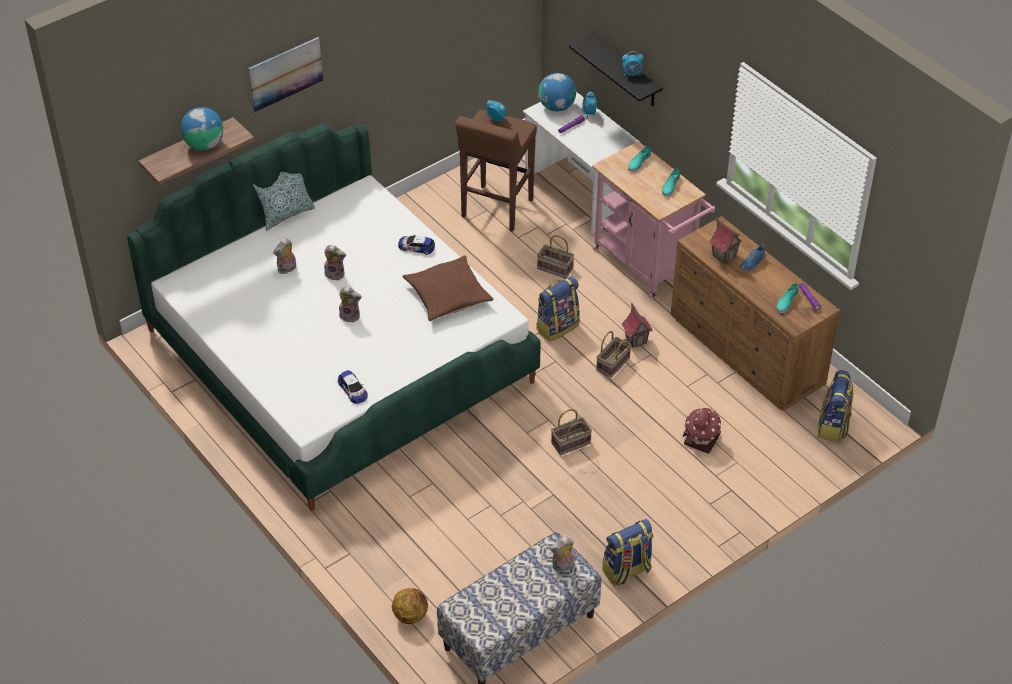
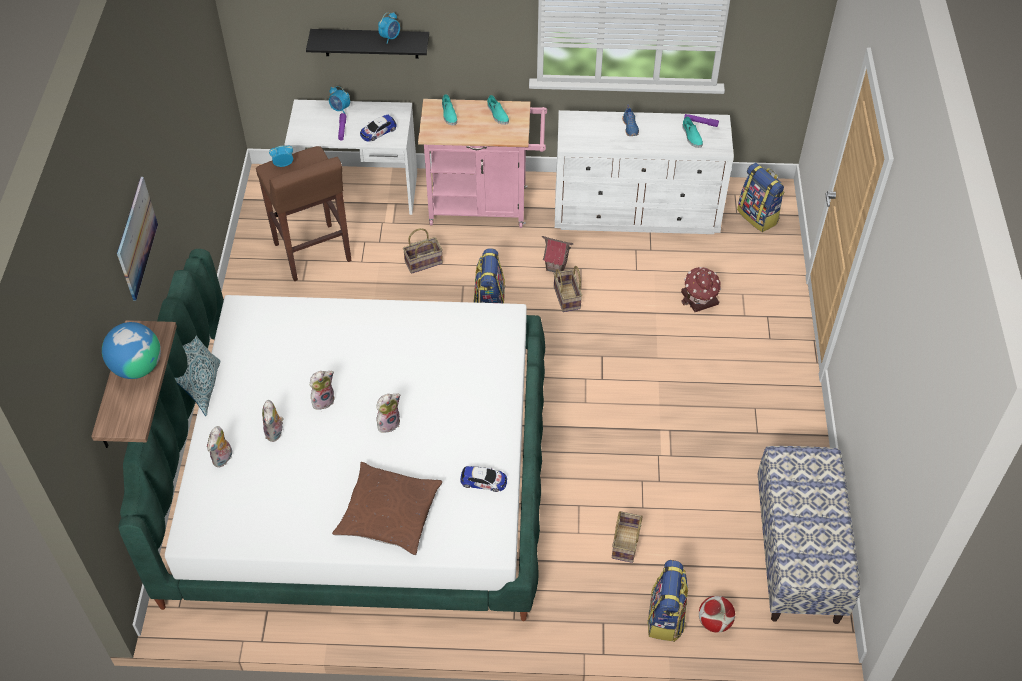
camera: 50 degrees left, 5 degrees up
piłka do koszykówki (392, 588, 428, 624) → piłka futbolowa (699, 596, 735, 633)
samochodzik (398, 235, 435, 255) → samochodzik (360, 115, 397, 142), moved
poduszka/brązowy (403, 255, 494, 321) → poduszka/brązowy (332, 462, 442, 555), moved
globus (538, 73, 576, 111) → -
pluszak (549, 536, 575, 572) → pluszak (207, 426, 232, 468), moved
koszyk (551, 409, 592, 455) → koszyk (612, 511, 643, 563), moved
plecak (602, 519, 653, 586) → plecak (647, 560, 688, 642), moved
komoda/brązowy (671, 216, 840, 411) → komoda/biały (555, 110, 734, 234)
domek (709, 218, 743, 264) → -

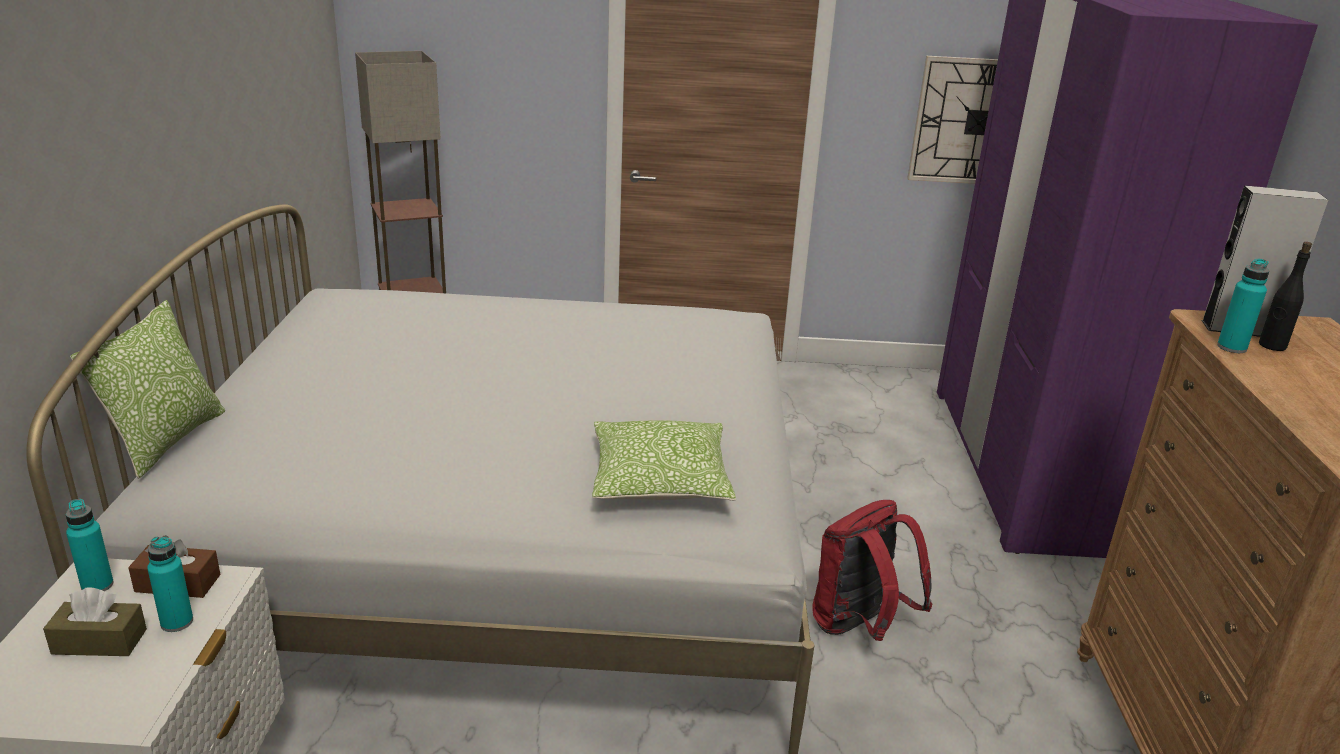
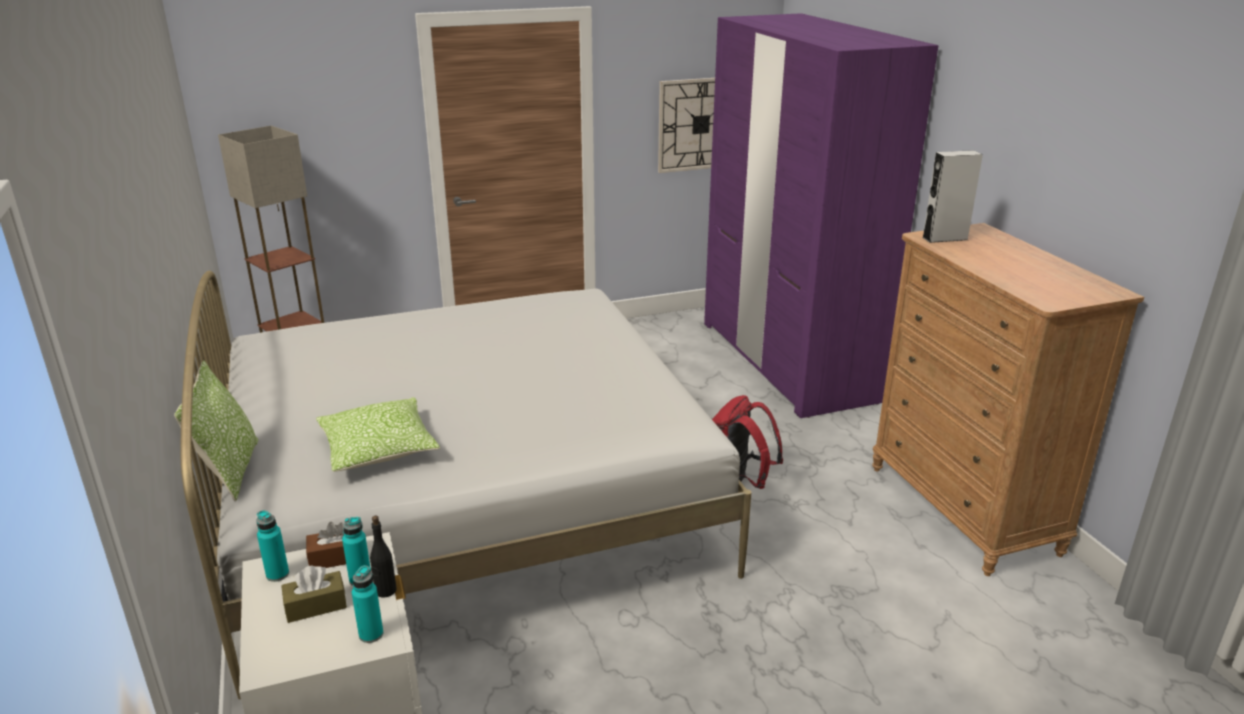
camera: 20 degrees left, 0 degrees up
poduszka (592, 420, 736, 501) → poduszka (316, 397, 440, 472), moved
butelka/turkusowy (1217, 259, 1269, 353) → butelka/turkusowy (352, 565, 383, 643), moved
butelka/czarny (1259, 242, 1312, 351) → butelka/czarny (370, 516, 397, 598), moved

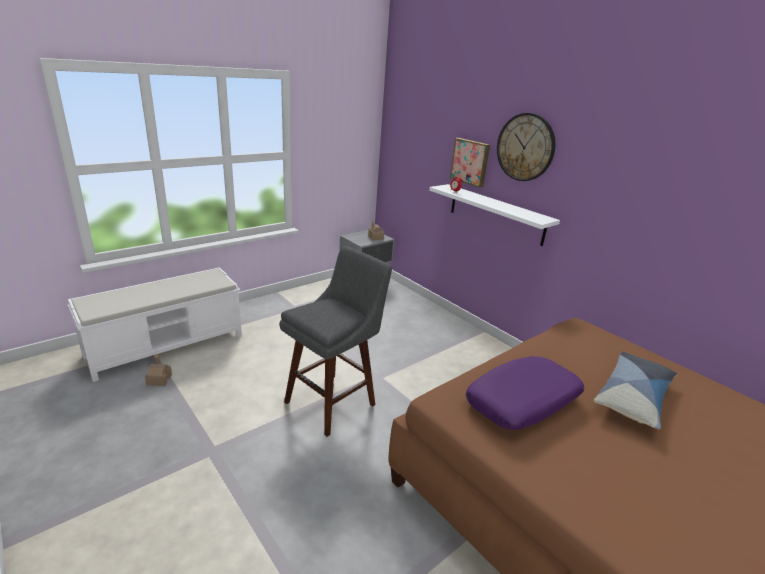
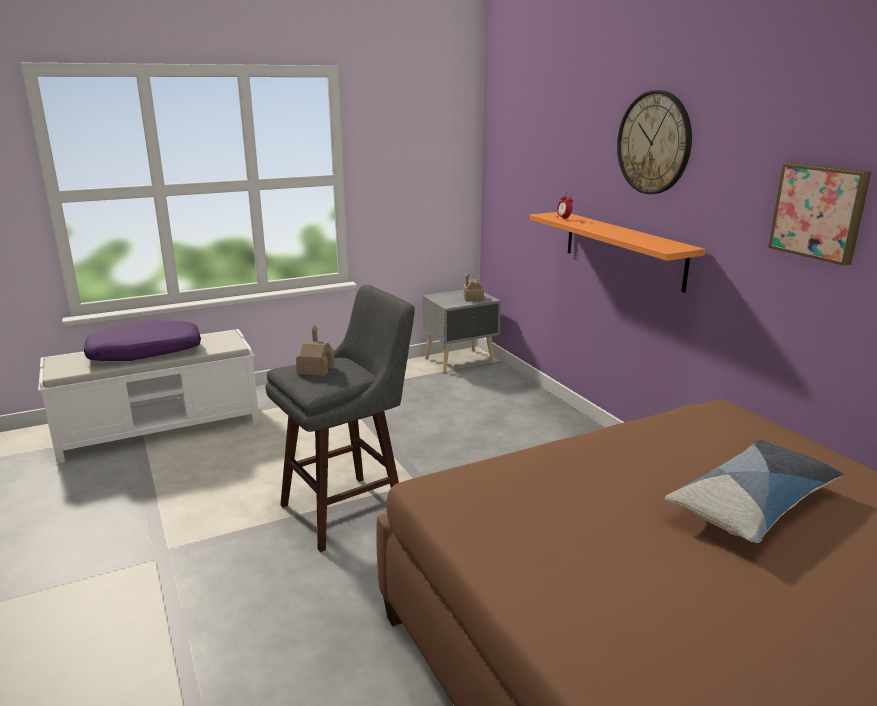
camera: 15 degrees right, 5 degrees down
domek (145, 354, 172, 386) → domek (296, 325, 335, 376), moved
półka/biały (429, 184, 560, 246) → półka/pomarańczowy (530, 212, 705, 293)
obraz (450, 138, 490, 187) → obraz (768, 163, 871, 266), moved
poduszka/fioletowy (466, 356, 584, 430) → poduszka/fioletowy (84, 320, 201, 361), moved

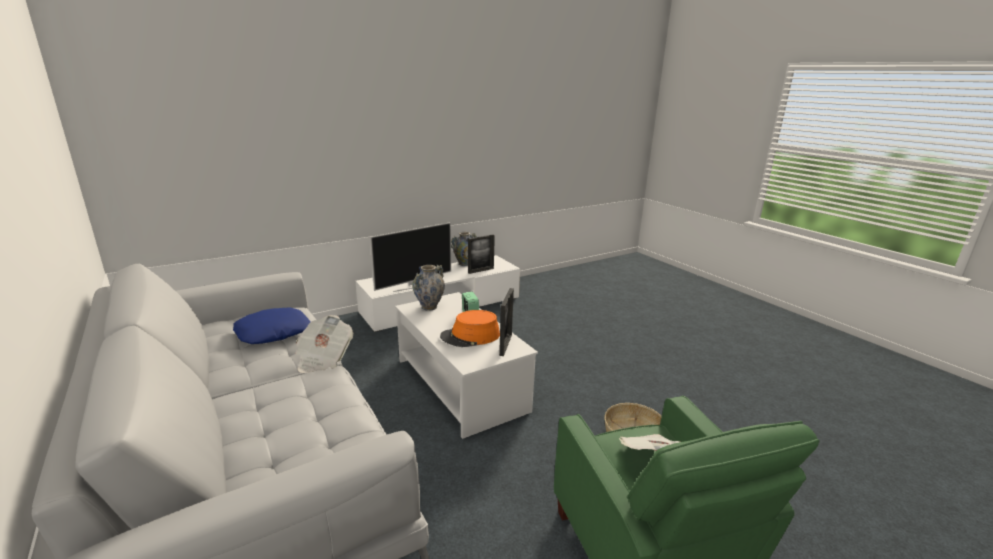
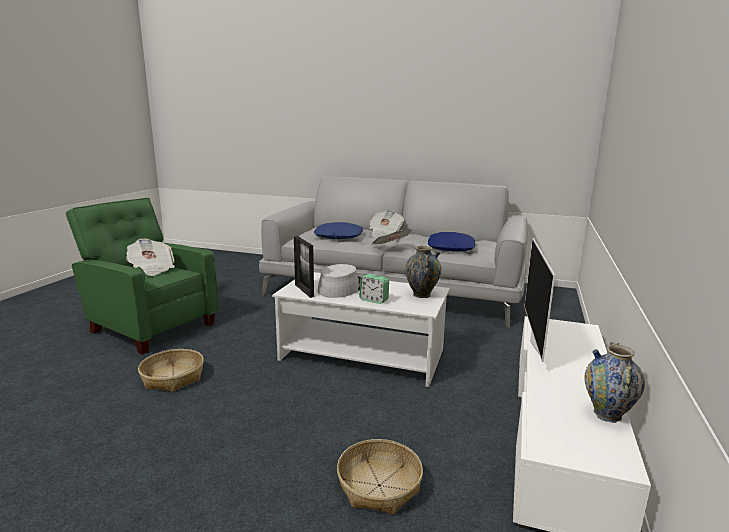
camera: 140 degrees right, 5 degrees down
kapelusz/pomarańczowy (440, 310, 500, 347) → kapelusz/szary (318, 264, 361, 298)
ramka na zdjęcie (468, 235, 495, 274) → -
- → poduszka/niebieski (314, 222, 363, 239)
- → koszyk (337, 439, 423, 515)
- → gazeta (369, 210, 404, 237)

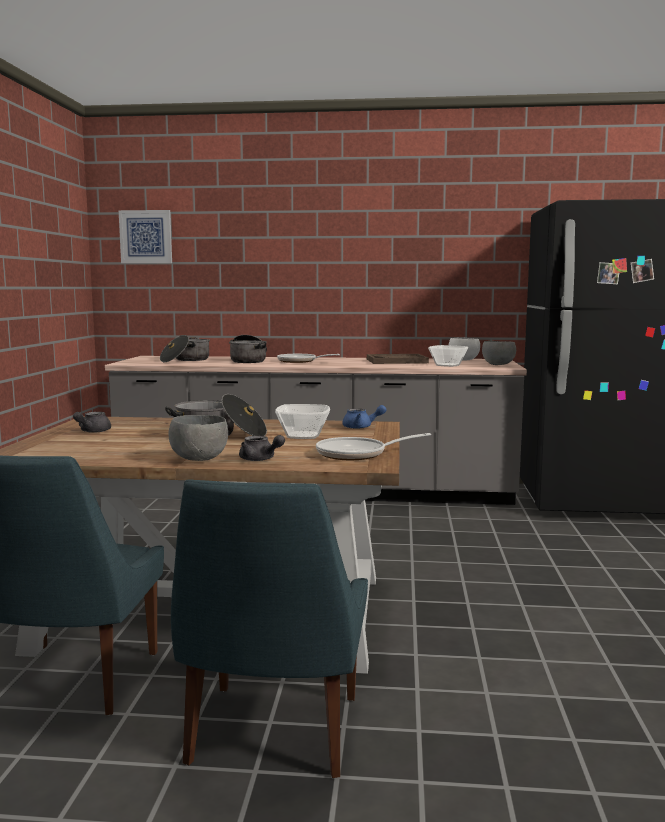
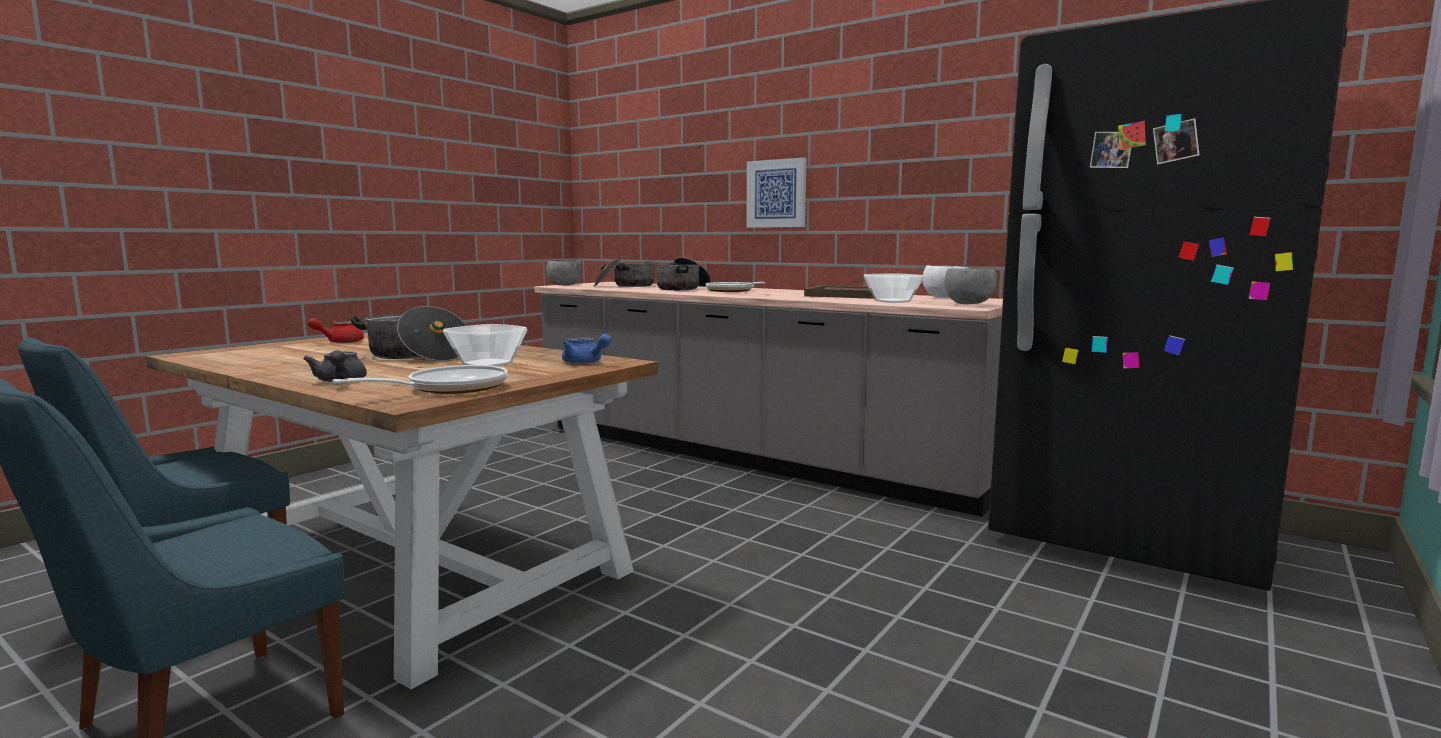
camera: 30 degrees right, 0 degrees up
imbryk/szary (73, 412, 111, 433) → imbryk/czerwony (307, 318, 364, 343)
obraz (119, 210, 172, 263) → obraz (746, 157, 806, 228), moved
miska/szary (168, 415, 228, 461) → miska/szary (546, 259, 582, 286), moved
patelnia (316, 433, 431, 460) → patelnia (332, 365, 508, 394), 120 degrees clockwise

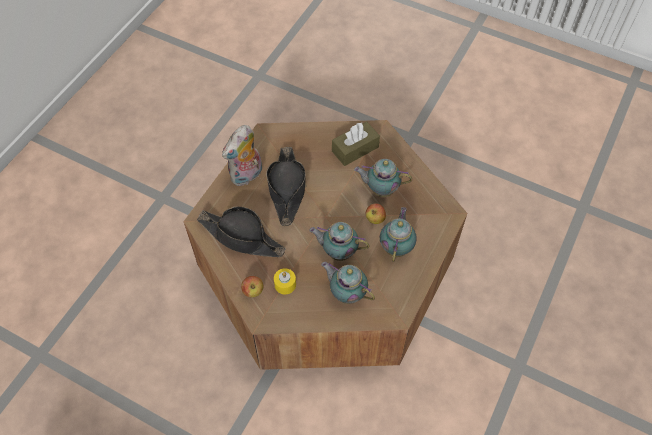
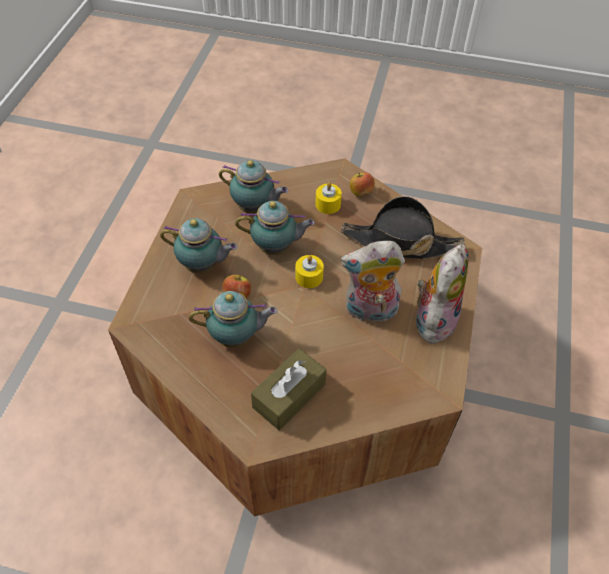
camera: 165 degrees right, 5 degrees down
kapelusz/czarny (266, 146, 306, 226) → pluszak (341, 241, 405, 324)
imbryk (380, 207, 417, 262) → imbryk (160, 218, 238, 273), 75 degrees counterclockwise
- → świeca/żółty (295, 255, 324, 288)

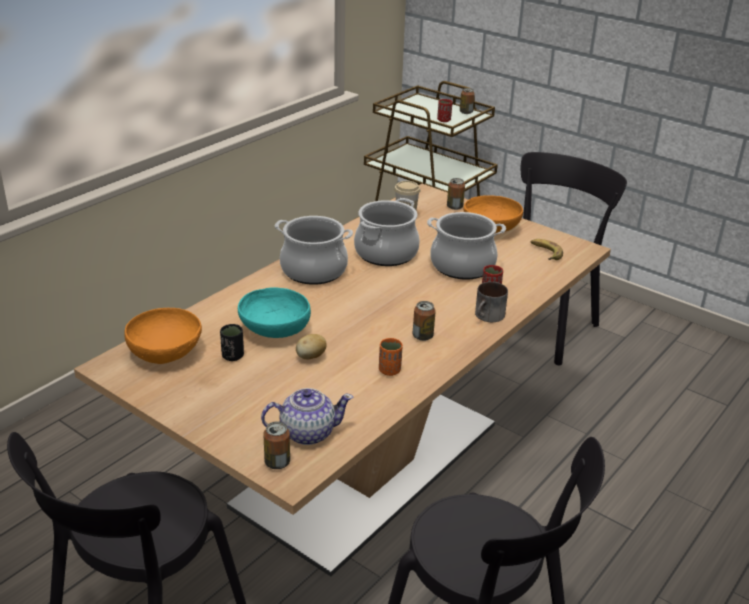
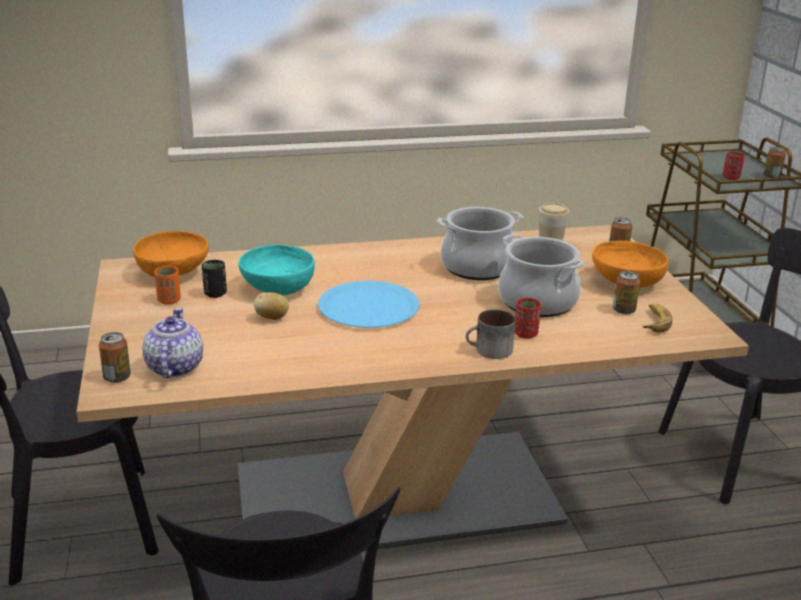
camera: 40 degrees right, 5 degrees down
imbryk (261, 388, 353, 445) → imbryk (142, 308, 203, 378), 120 degrees counterclockwise
garnek (275, 216, 353, 285) → -
filiżanka/pomarańczowy (379, 338, 403, 376) → filiżanka/pomarańczowy (154, 266, 181, 305), moved
puszka (413, 301, 436, 341) → puszka (613, 271, 640, 315), moved
- → talerz/niebieski (318, 281, 420, 328)

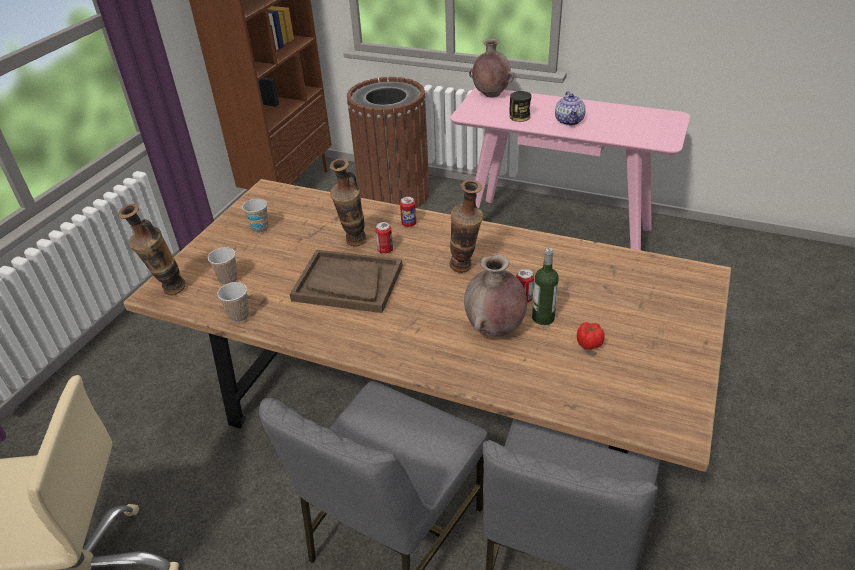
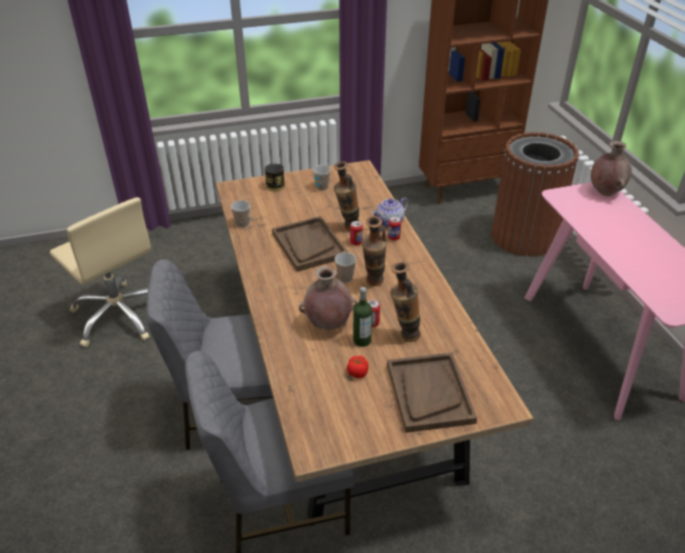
camera: 50 degrees right, 0 degrees up
wazon (118, 204, 186, 295) → wazon (390, 262, 421, 342), moved
filiżanka (208, 247, 238, 285) → filiżanka (335, 252, 356, 283), moved
puszka (509, 91, 532, 122) → puszka (265, 164, 285, 191), moved
imbryk (555, 91, 586, 126) → imbryk (372, 198, 409, 228), moved
- → taca/brązowy (387, 353, 477, 433)

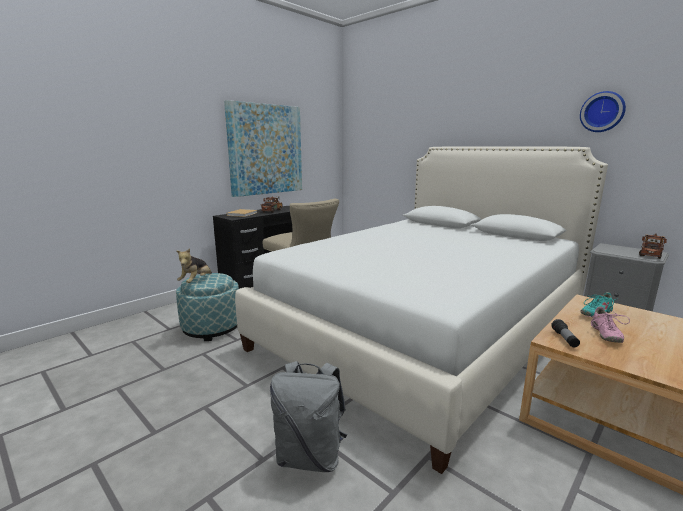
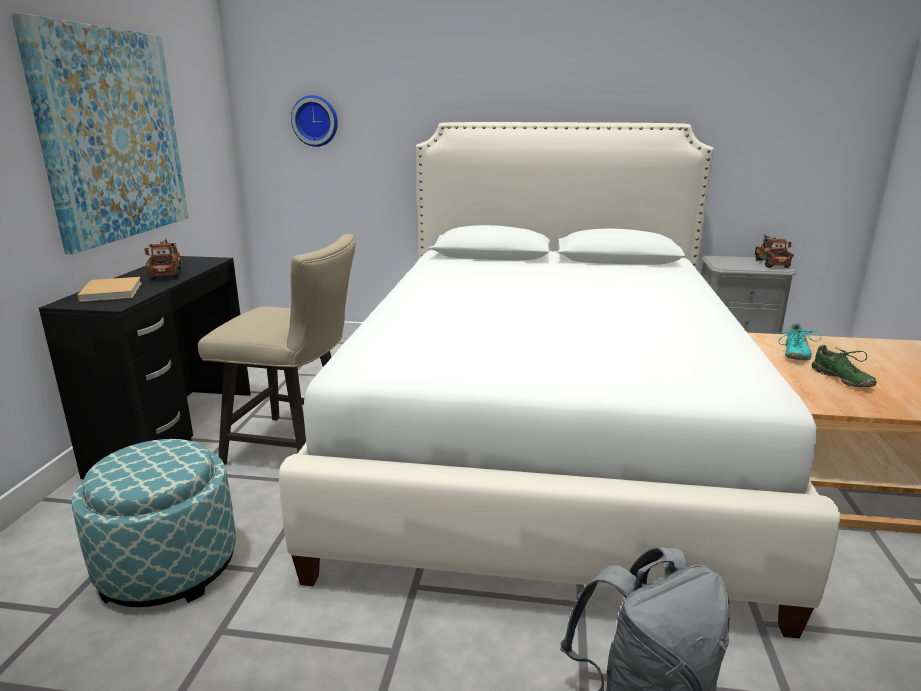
camera: 35 degrees left, 5 degrees up
pluszak (176, 248, 212, 283) → -
latarka (551, 319, 580, 347) → -
zegar ścienny (580, 91, 626, 132) → zegar ścienny (291, 95, 338, 147), moved
but/różowy (584, 306, 630, 343) → but/zielony (812, 345, 877, 388)

